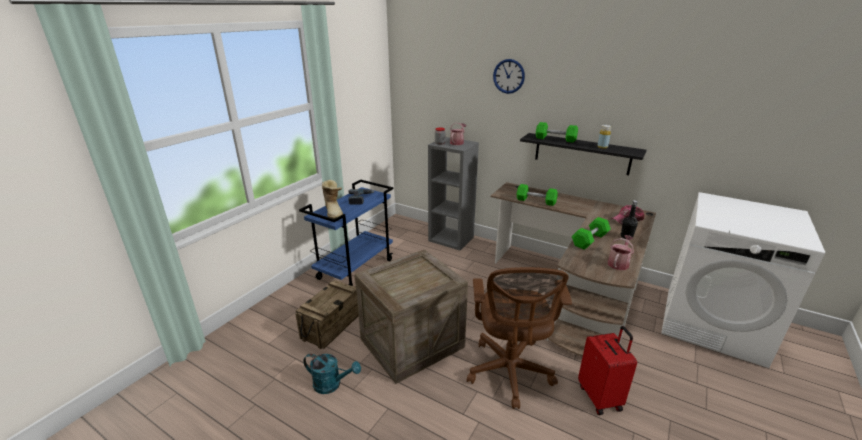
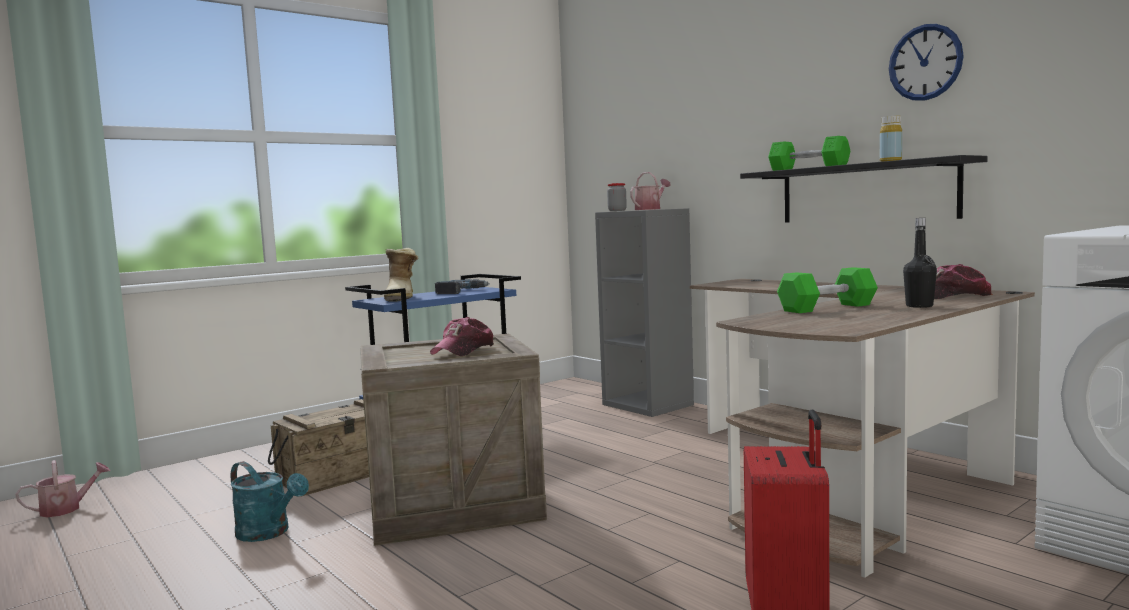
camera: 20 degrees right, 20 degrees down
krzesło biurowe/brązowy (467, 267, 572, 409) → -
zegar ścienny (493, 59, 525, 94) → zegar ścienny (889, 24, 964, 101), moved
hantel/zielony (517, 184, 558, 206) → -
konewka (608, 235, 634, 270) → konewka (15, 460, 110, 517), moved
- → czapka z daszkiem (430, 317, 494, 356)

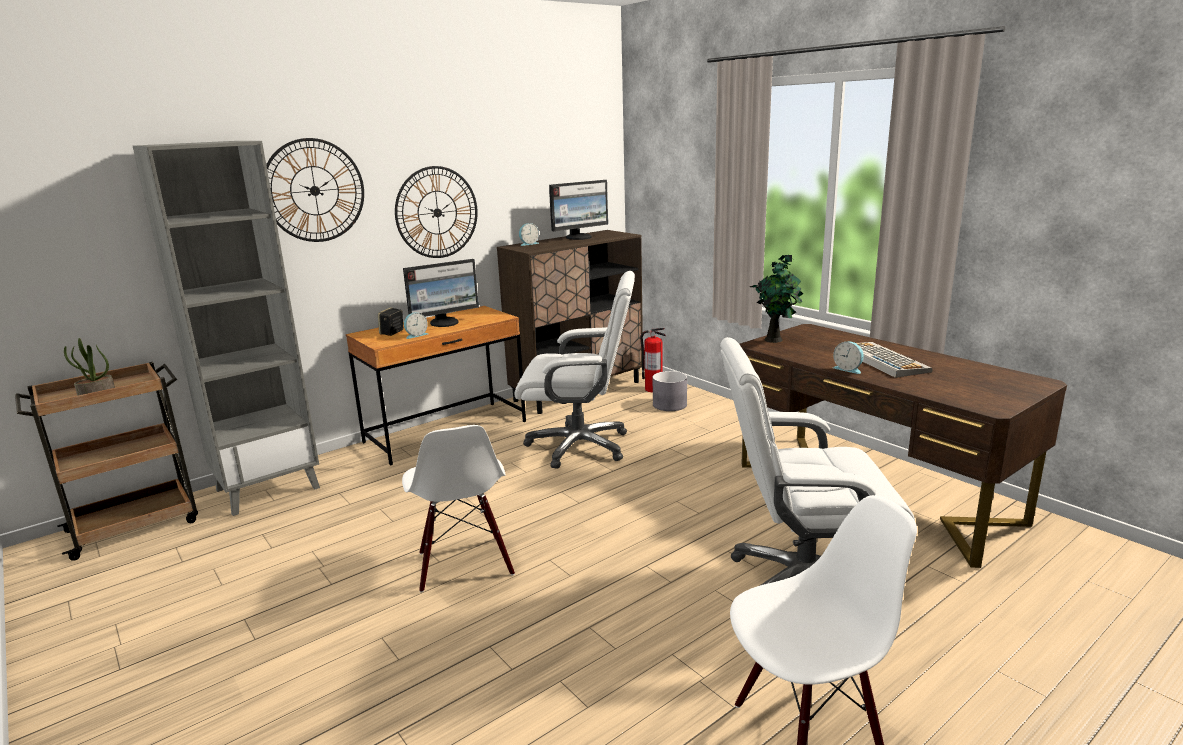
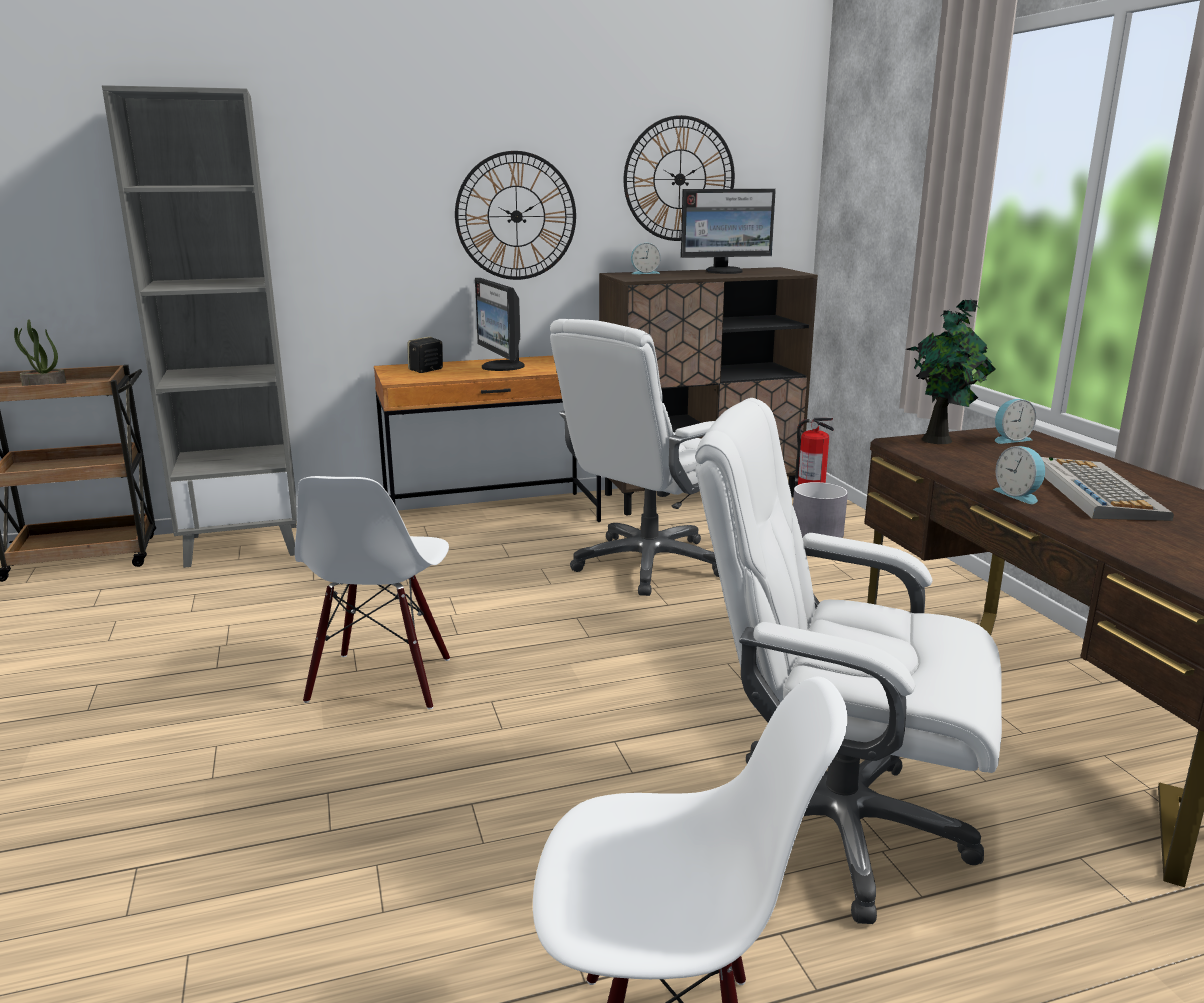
camera: 20 degrees right, 0 degrees up
zegar ścienny (266, 138, 364, 242) → zegar ścienny (623, 115, 735, 241), moved
monitor (403, 259, 479, 327) → monitor (475, 278, 525, 371), 75 degrees clockwise
budzik (404, 312, 428, 339) → budzik (995, 399, 1036, 444), moved
krzesło biurowe/biały (515, 271, 635, 469) → krzesło biurowe/biały (550, 319, 719, 596), 105 degrees clockwise

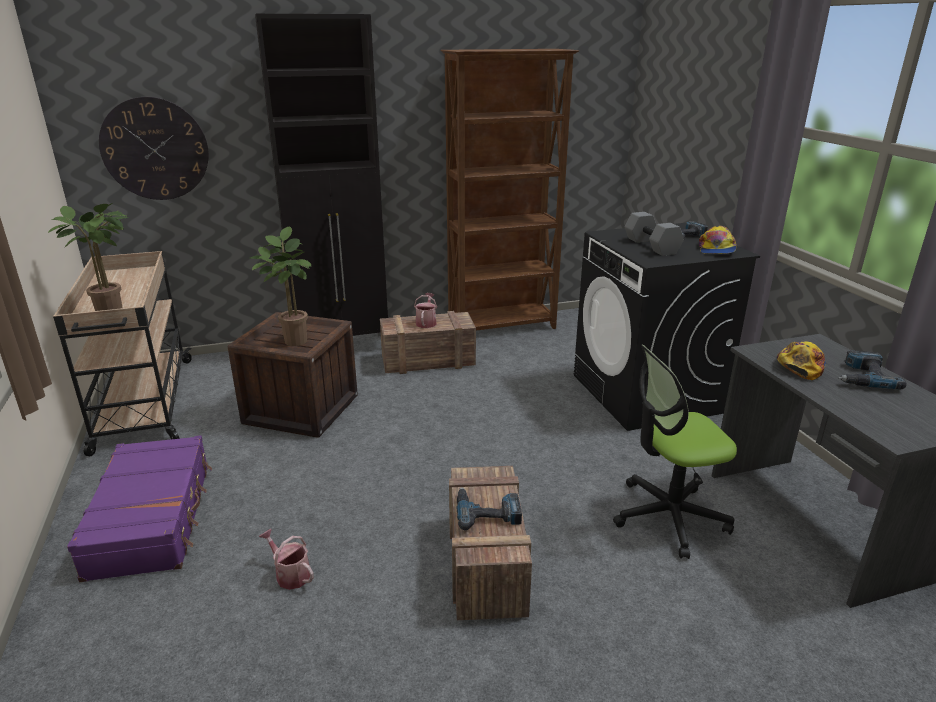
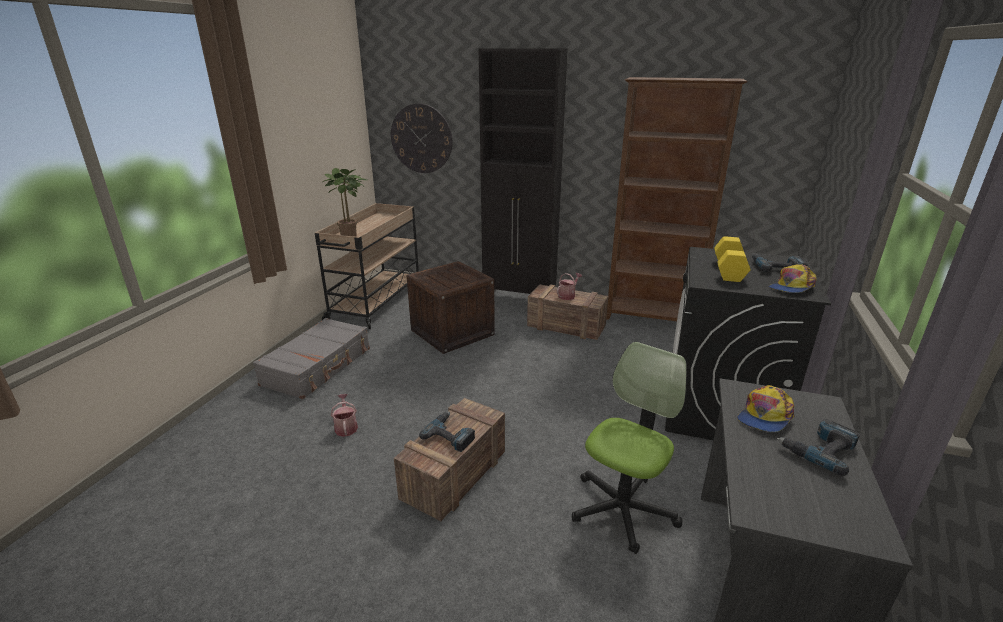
camera: 35 degrees right, 0 degrees up
walizka/fioletowy (67, 435, 212, 582) → walizka/szary (253, 318, 370, 399)
roślina doniczkowa (250, 226, 311, 346) → -
krzesło biurowe (613, 345, 737, 559) → krzesło biurowe (572, 342, 687, 554), 105 degrees clockwise
hantel/szary (624, 212, 684, 256) → hantel/żółty (714, 236, 750, 282)
czapka z daszkiem (777, 341, 826, 380) → czapka z daszkiem (737, 385, 794, 432), 150 degrees clockwise

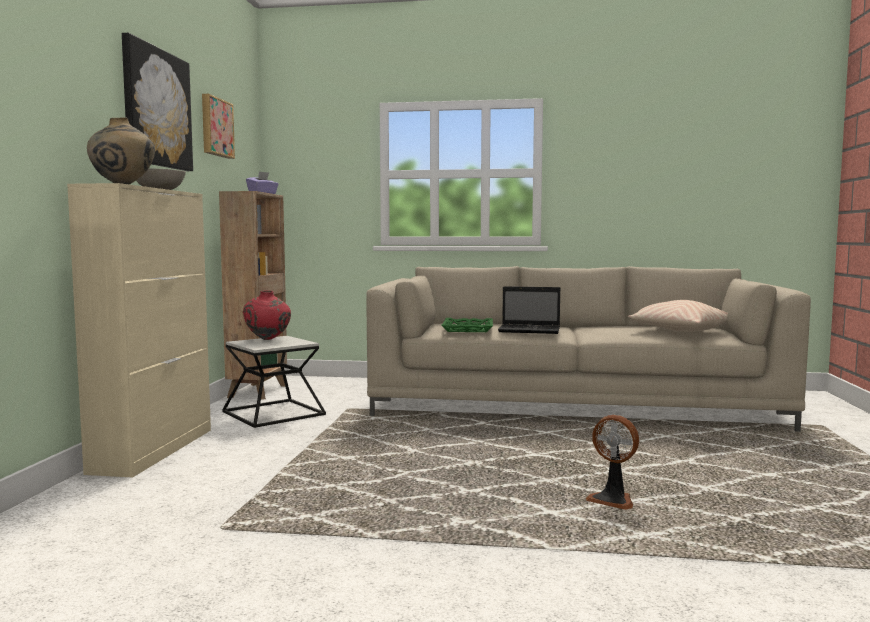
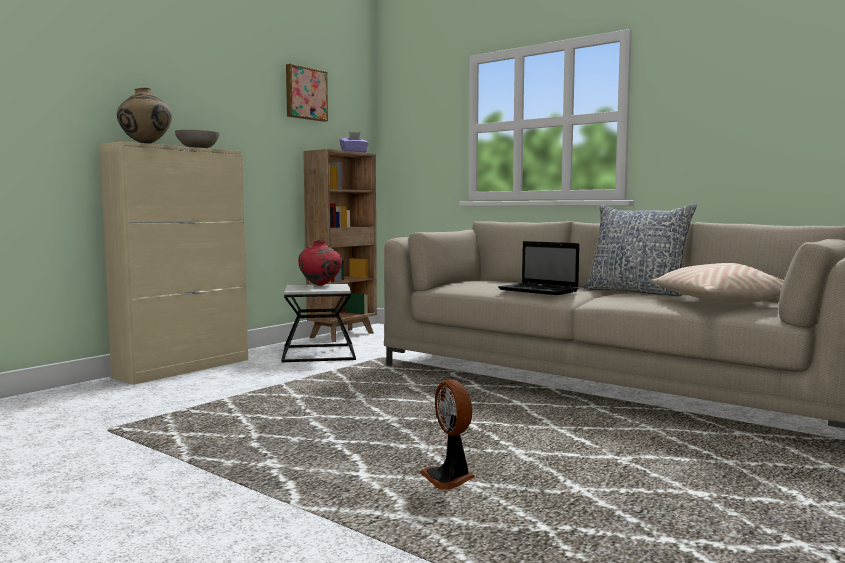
camera: 30 degrees right, 0 degrees up
obraz (122, 33, 193, 171) → -
taca/zielony (441, 318, 493, 332) → -
- → poduszka (583, 204, 697, 296)

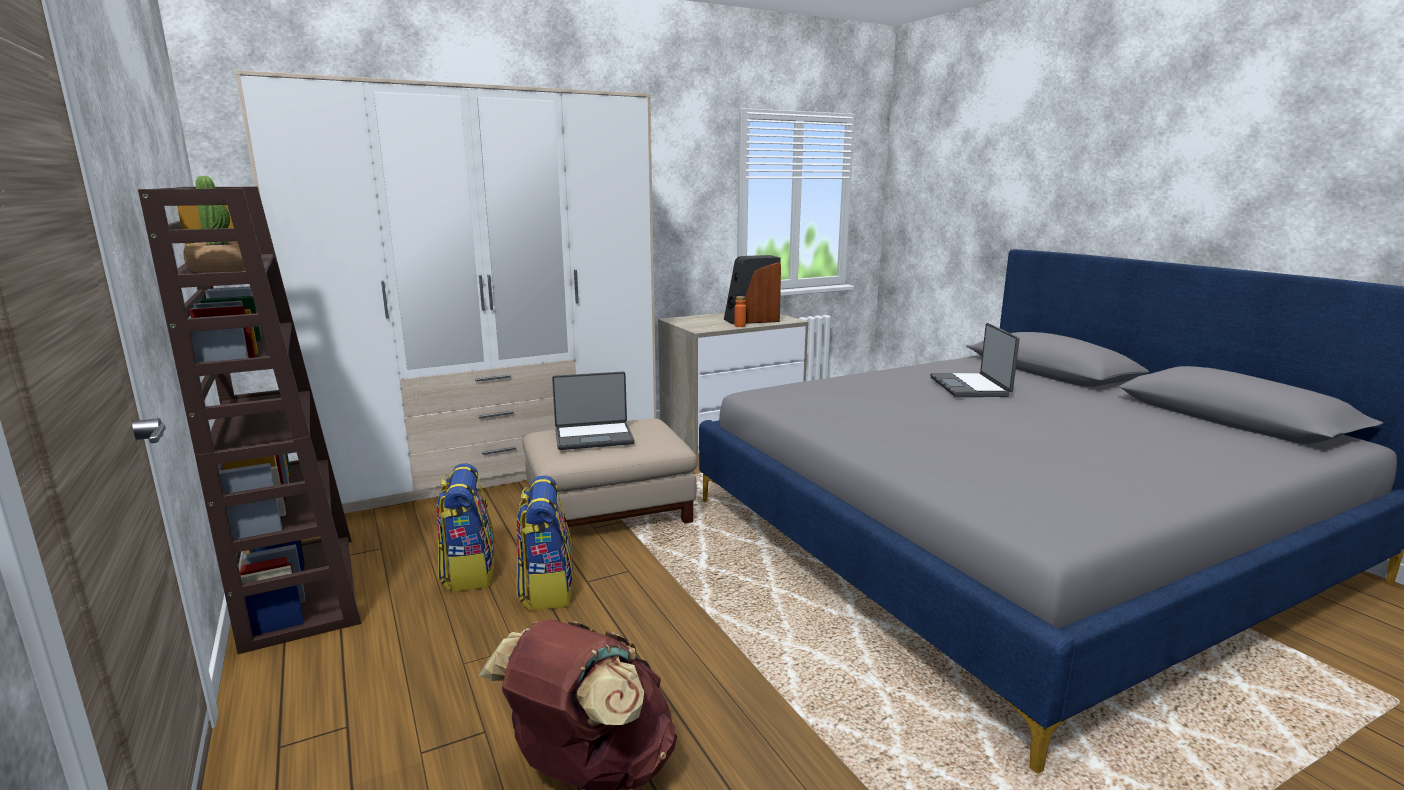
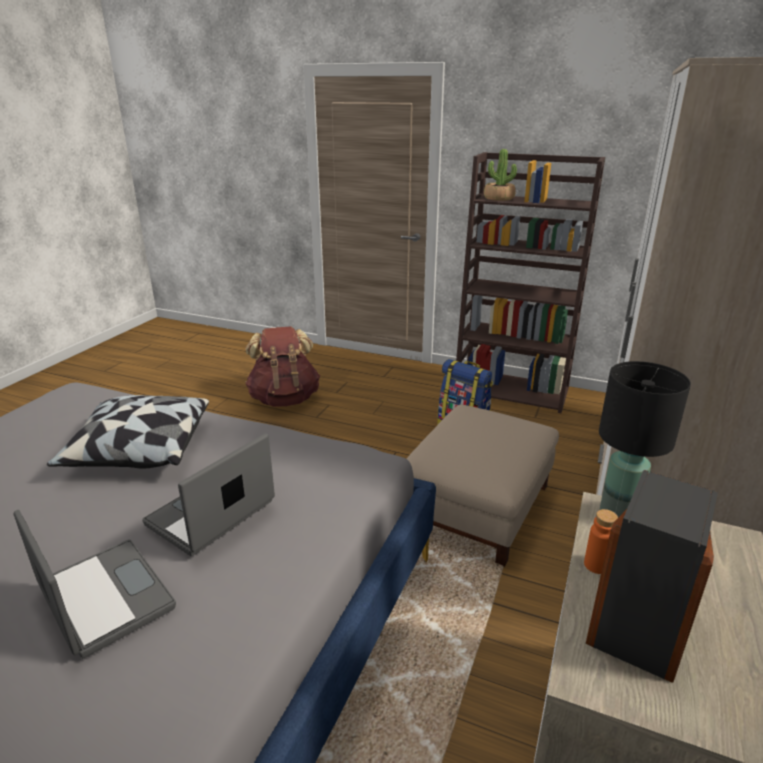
camera: 140 degrees right, 10 degrees up
plecak (516, 476, 573, 610) → -
laptop (552, 372, 635, 450) → laptop (142, 434, 275, 556), moved
- → poduszka (47, 395, 209, 469)
- → lampa stołowa/czarny (599, 361, 691, 517)

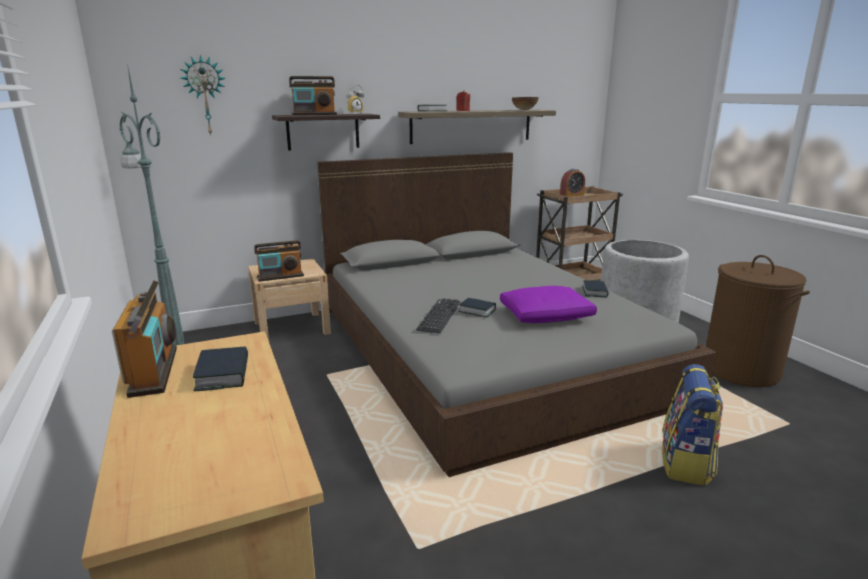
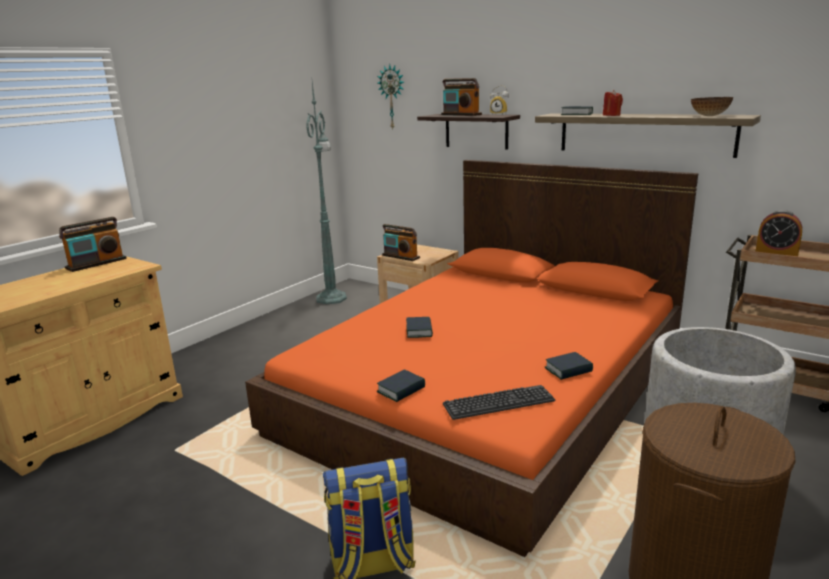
camera: 60 degrees right, 0 degrees up
książka (193, 347, 248, 391) → książka (377, 369, 425, 402), moved
łóżko/szary (317, 152, 717, 477) → łóżko/pomarańczowy (245, 160, 698, 557)
klawiatura (416, 298, 460, 333) → klawiatura (443, 385, 555, 420), moved
poduszka/fioletowy (500, 286, 597, 323) → -

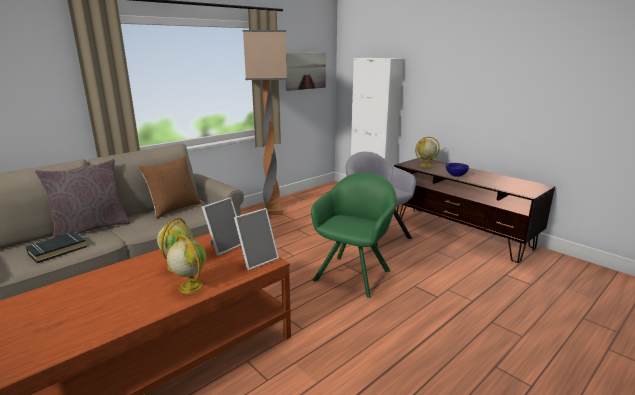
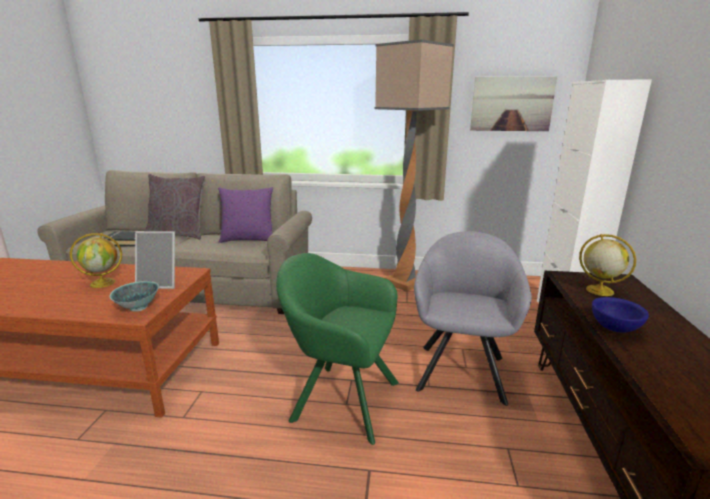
camera: 50 degrees right, 0 degrees up
poduszka/brązowy (138, 156, 201, 219) → poduszka/fioletowy (218, 187, 273, 243)
globus (167, 234, 206, 294) → -
ramka na zdjęcie (234, 208, 279, 271) → miska (109, 281, 159, 311)
fotel/zielony (311, 173, 397, 298) → fotel/zielony (276, 253, 399, 445), 150 degrees counterclockwise

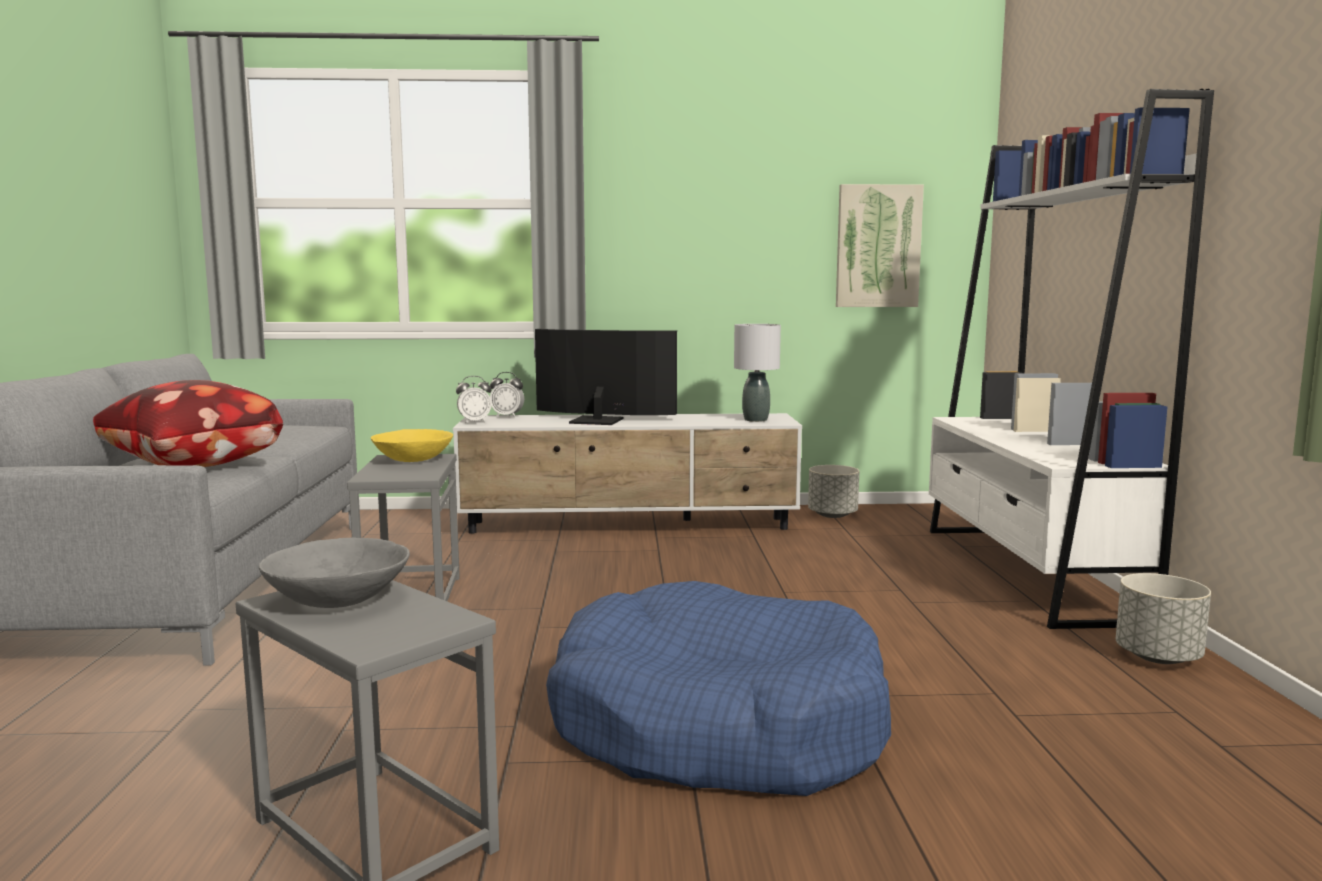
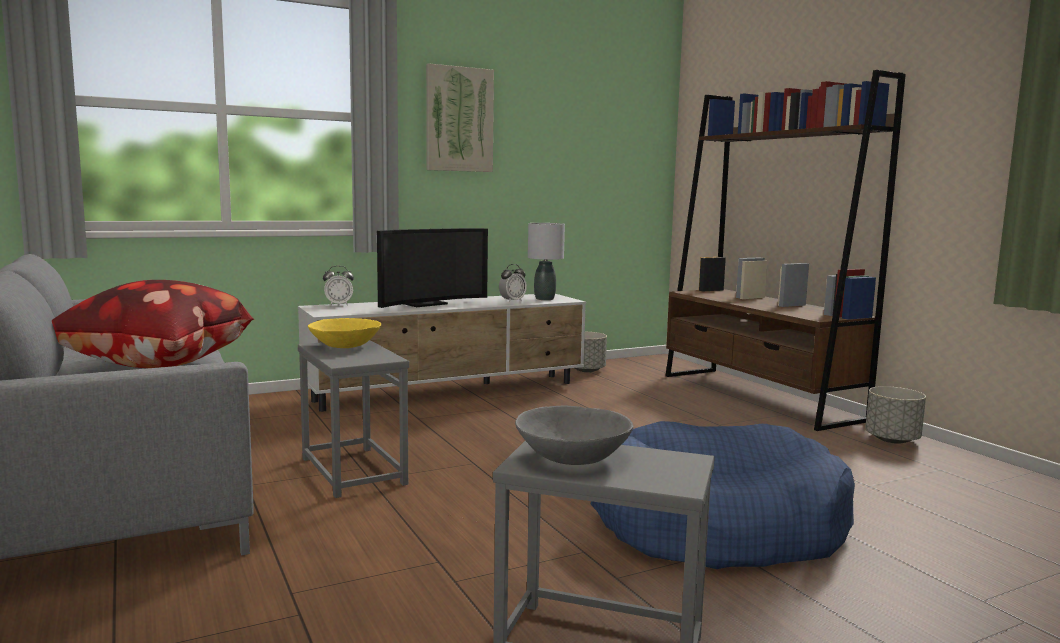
camera: 25 degrees left, 0 degrees up
budzik (456, 376, 492, 423) → budzik (499, 264, 527, 302), moved
telewizor (535, 329, 677, 425) → telewizor (377, 228, 488, 308), 150 degrees clockwise
obraz (836, 184, 924, 307) → obraz (426, 63, 494, 172), moved
regał/biały (929, 89, 1214, 629) → regał/brązowy (665, 70, 906, 431)

